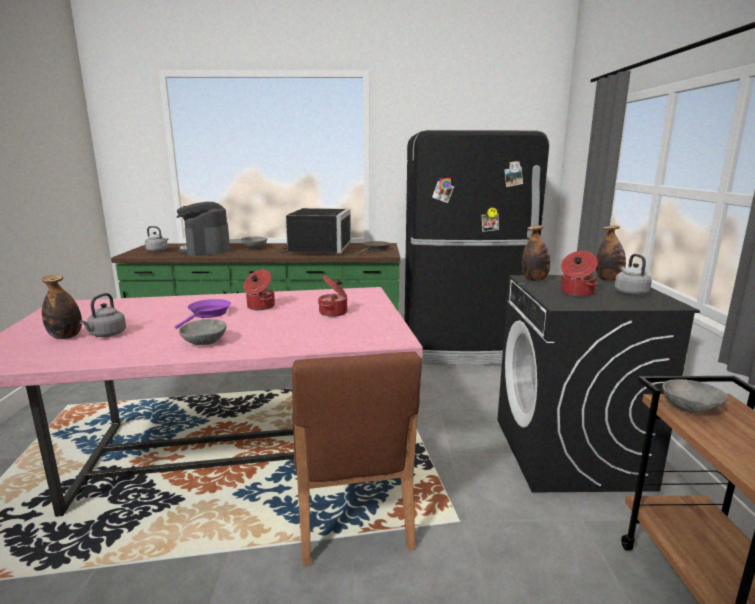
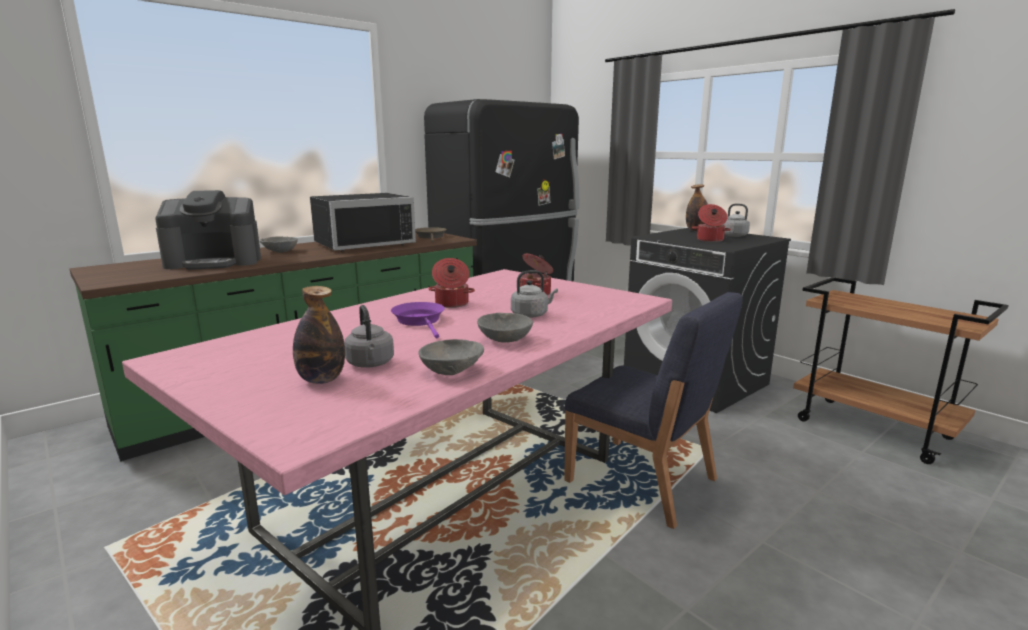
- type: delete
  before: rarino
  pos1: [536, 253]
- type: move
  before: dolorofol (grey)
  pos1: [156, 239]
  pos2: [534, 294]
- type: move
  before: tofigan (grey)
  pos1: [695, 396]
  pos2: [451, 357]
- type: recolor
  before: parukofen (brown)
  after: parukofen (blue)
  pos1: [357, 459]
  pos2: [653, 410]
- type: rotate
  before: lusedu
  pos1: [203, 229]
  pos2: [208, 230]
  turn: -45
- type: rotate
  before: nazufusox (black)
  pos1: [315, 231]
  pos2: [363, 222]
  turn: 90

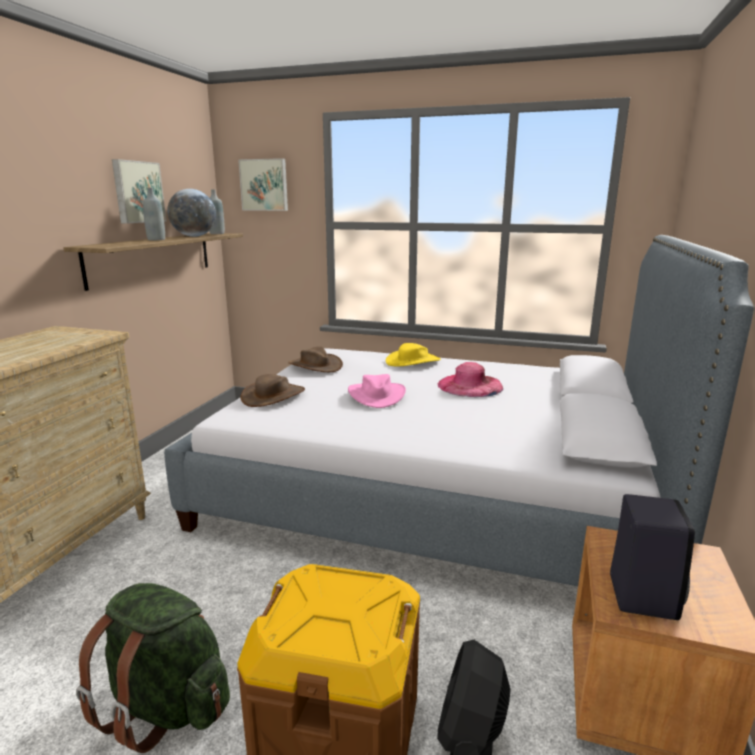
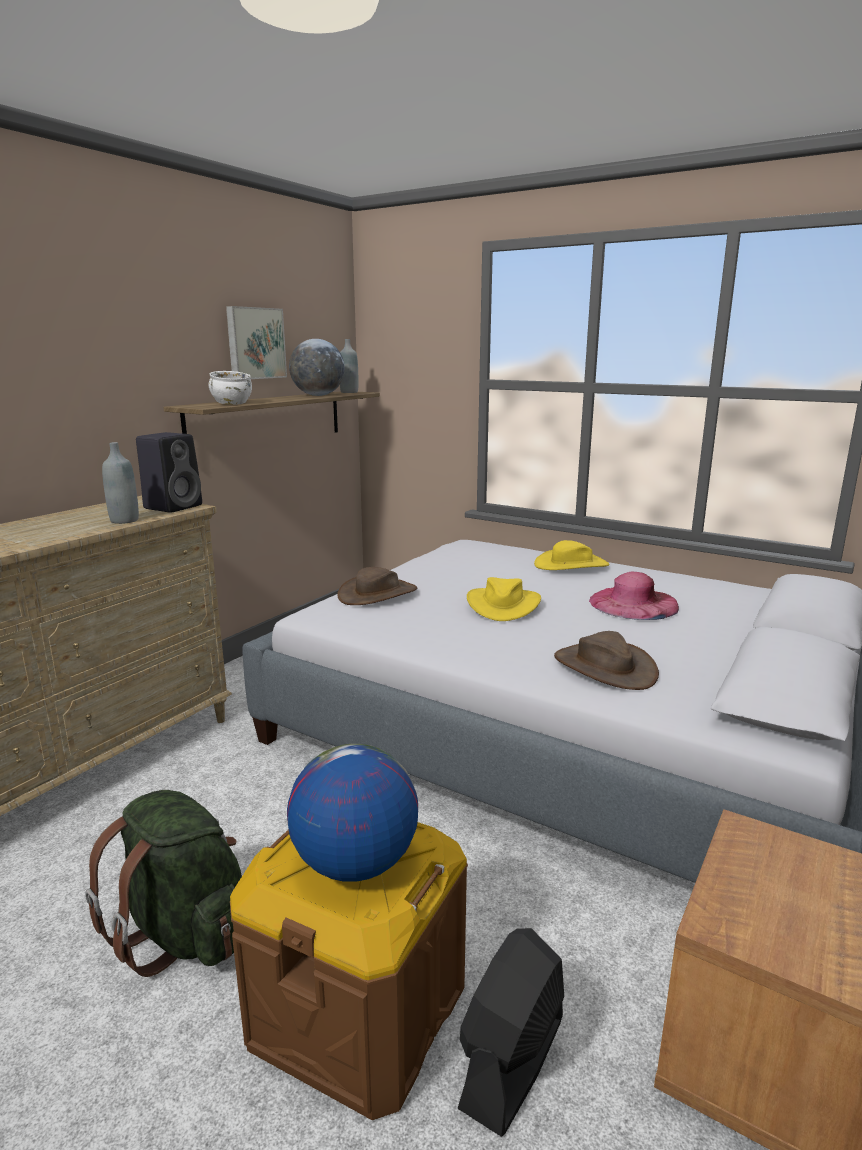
- type: delete
  before: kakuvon
  pos1: [263, 184]
- type: insert
  after: tofigan (white)
  pos2: [230, 388]
- type: insert
  after: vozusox
  pos2: [352, 813]
- type: move
  before: rarino (grey)
  pos1: [154, 214]
  pos2: [120, 483]
- type: move
  before: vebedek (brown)
  pos1: [315, 359]
  pos2: [606, 660]
- type: move
  before: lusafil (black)
  pos1: [652, 557]
  pos2: [169, 472]
- type: recolor
  before: vebedek (pink)
  after: vebedek (yellow)
  pos1: [377, 391]
  pos2: [504, 599]

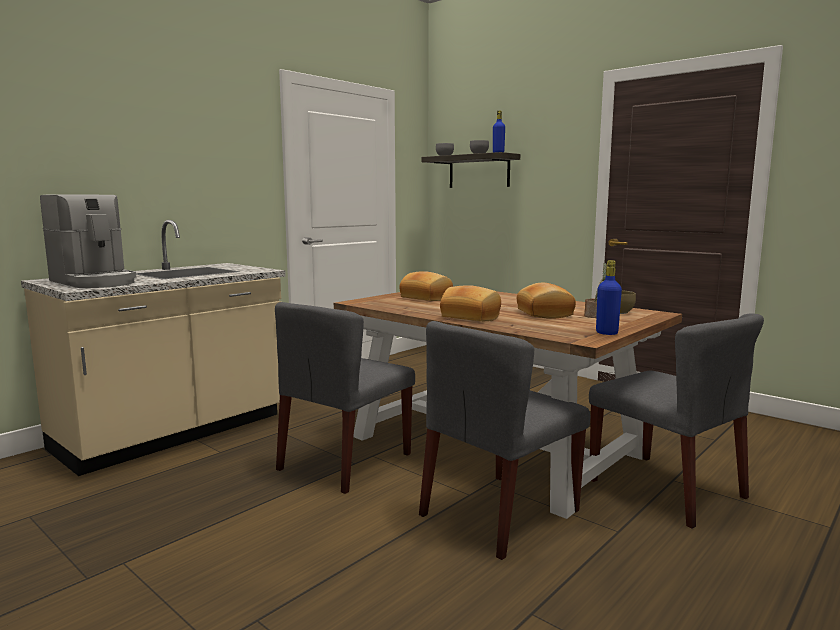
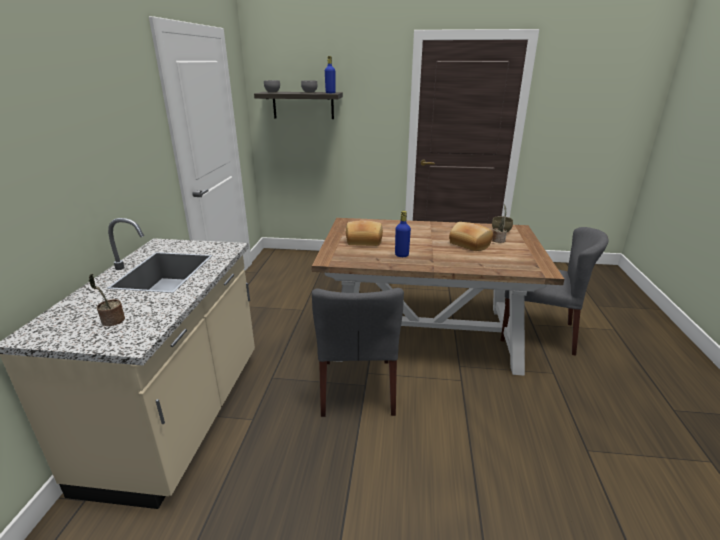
- type: delete
  before: parukofen (grey)
  pos1: [504, 440]
- type: delete
  before: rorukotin
  pos1: [470, 303]
- type: move
  before: rarino (blue)
  pos1: [609, 297]
  pos2: [403, 234]
- type: replace
  before: lusedu
  after: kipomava
  pos1: [88, 241]
  pos2: [107, 299]

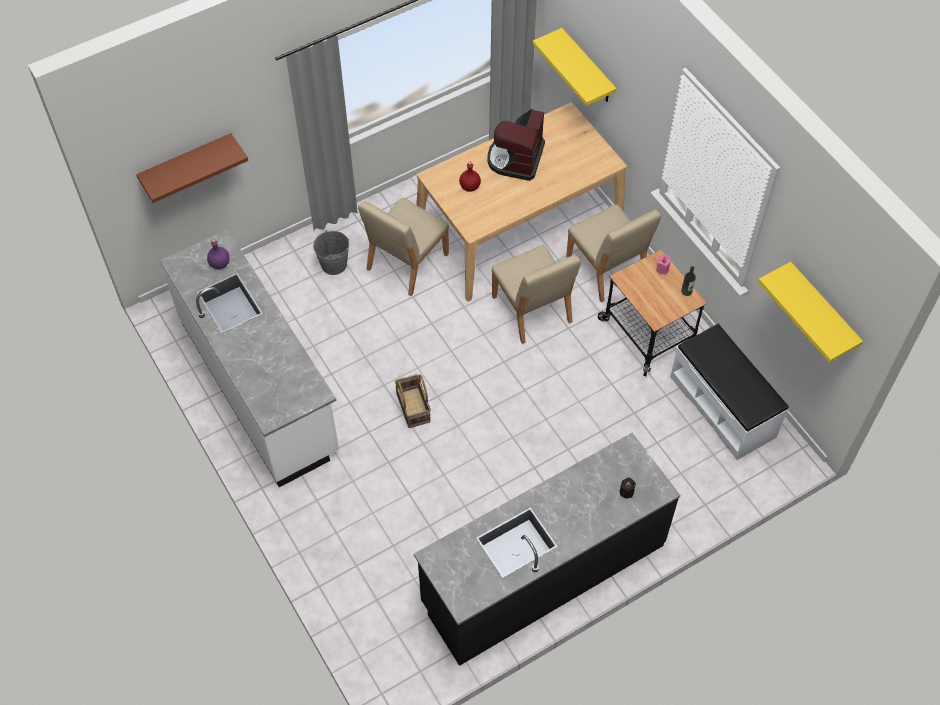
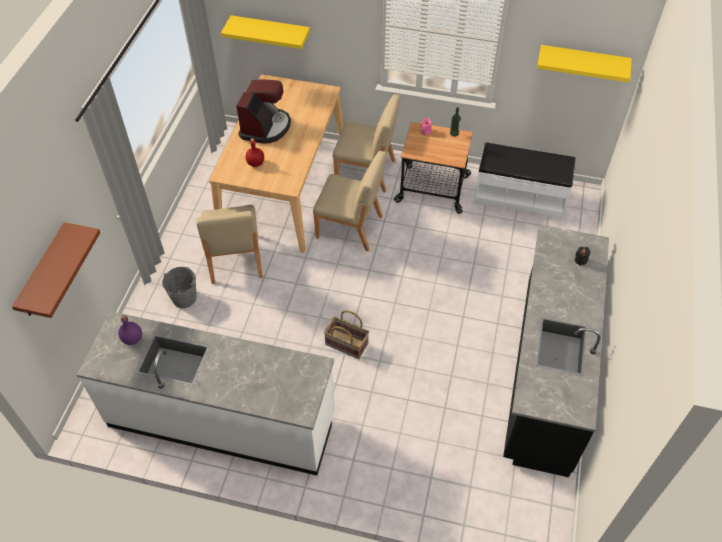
- type: rotate
  before: lusedu
  pos1: [516, 145]
  pos2: [263, 111]
  turn: -135

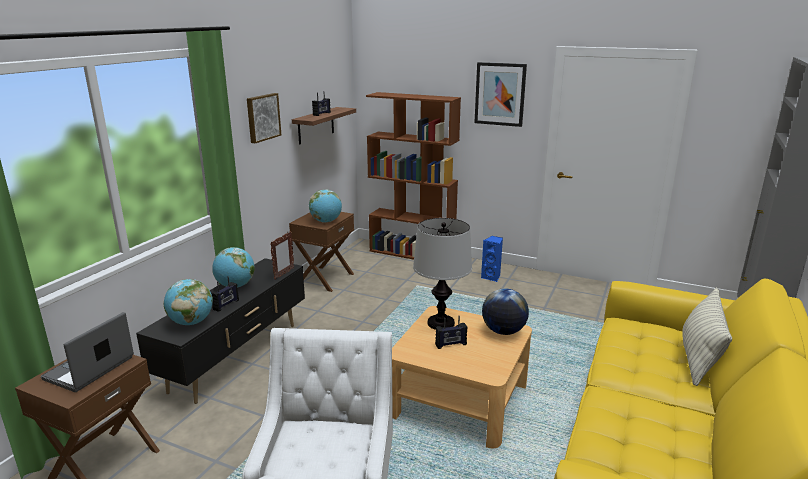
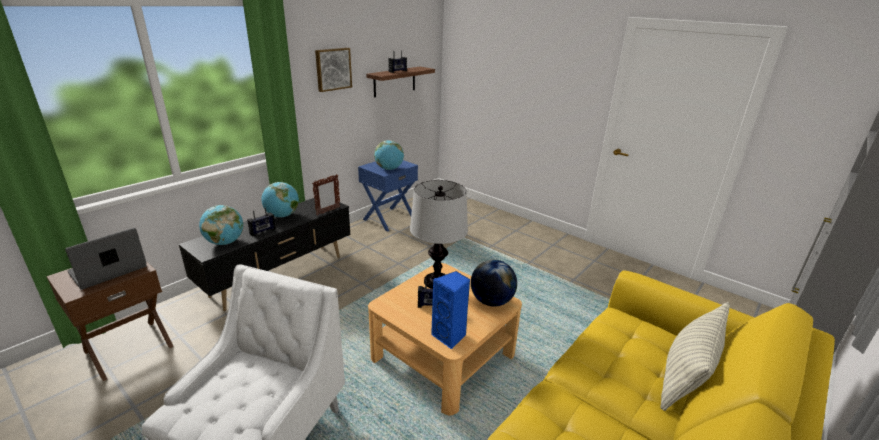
- type: delete
  before: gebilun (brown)
  pos1: [413, 176]
- type: delete
  before: kakuvon
  pos1: [501, 94]
- type: move
  before: lusafil (blue)
  pos1: [492, 259]
  pos2: [450, 310]
- type: recolor
  before: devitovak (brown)
  after: devitovak (blue)
  pos1: [321, 252]
  pos2: [388, 195]

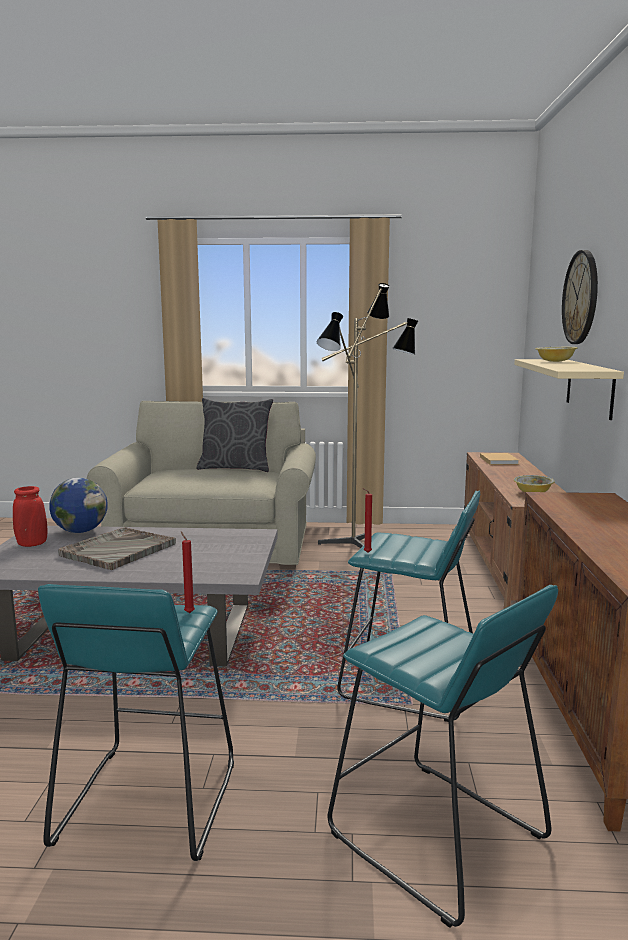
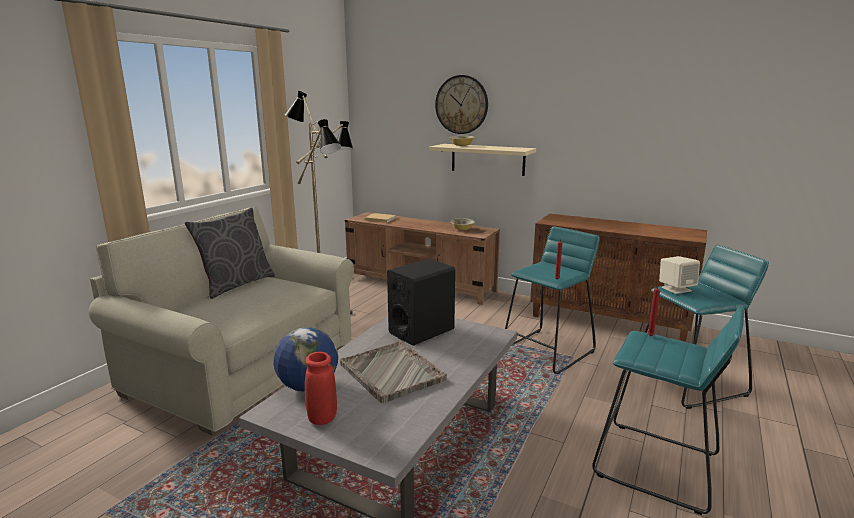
- type: insert
  after: lusafil (black)
  pos2: [421, 302]
- type: insert
  after: lusafil (beige)
  pos2: [679, 275]

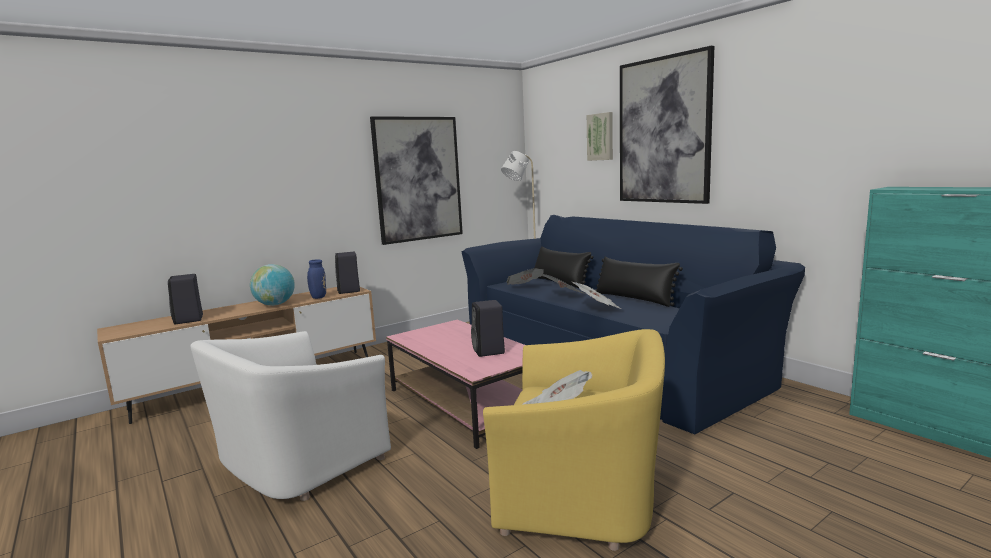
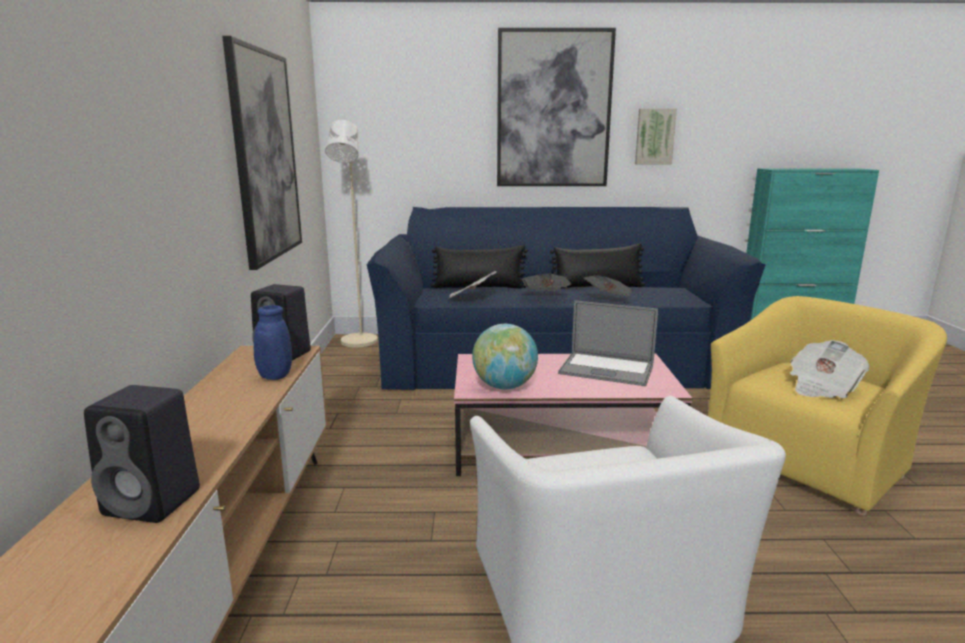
- type: move
  before: vozusox
  pos1: [272, 285]
  pos2: [505, 356]
- type: move
  before: kakuvon
  pos1: [600, 136]
  pos2: [656, 136]
- type: replace
  before: lusafil (black)
  after: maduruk
  pos1: [488, 328]
  pos2: [608, 343]

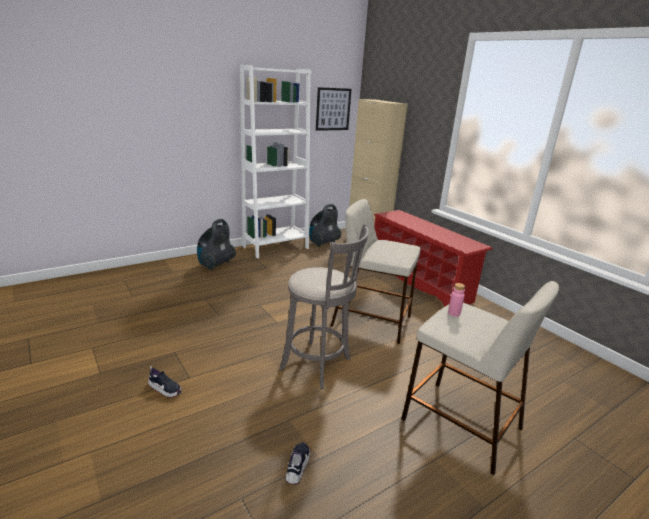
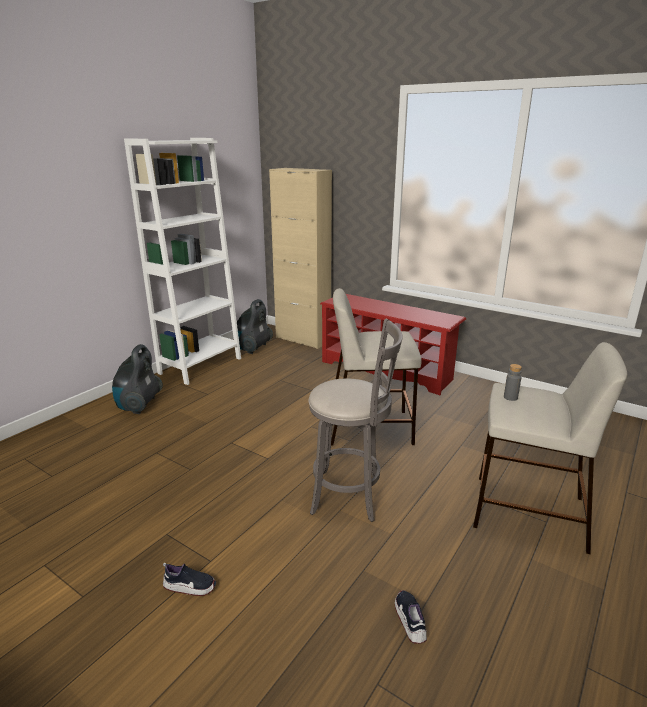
- type: delete
  before: kakuvon
  pos1: [333, 109]
- type: recolor
  before: rarino (pink)
  after: rarino (grey)
  pos1: [456, 299]
  pos2: [513, 382]

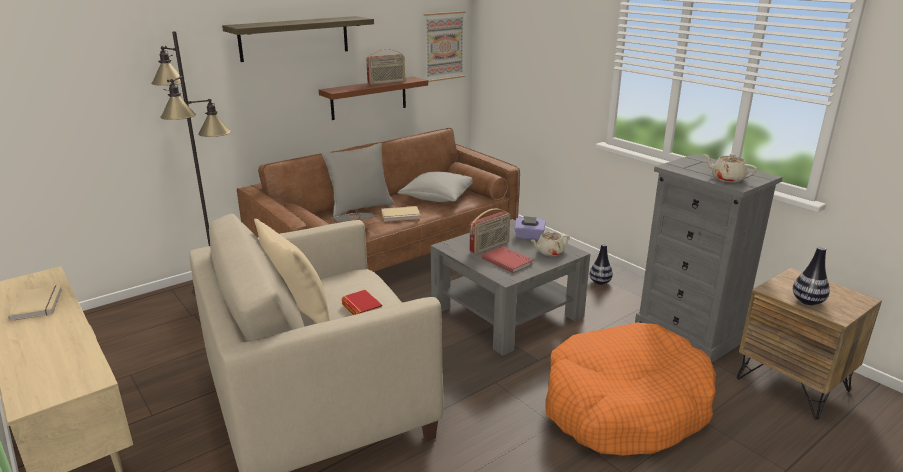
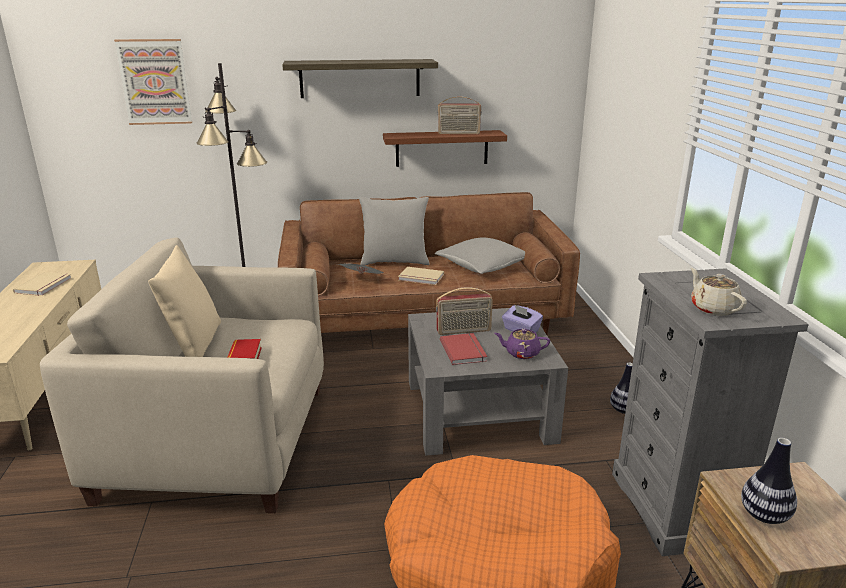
- type: move
  before: kakuvon
  pos1: [444, 46]
  pos2: [153, 82]
- type: recolor
  before: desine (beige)
  after: desine (purple)
  pos1: [550, 243]
  pos2: [522, 343]

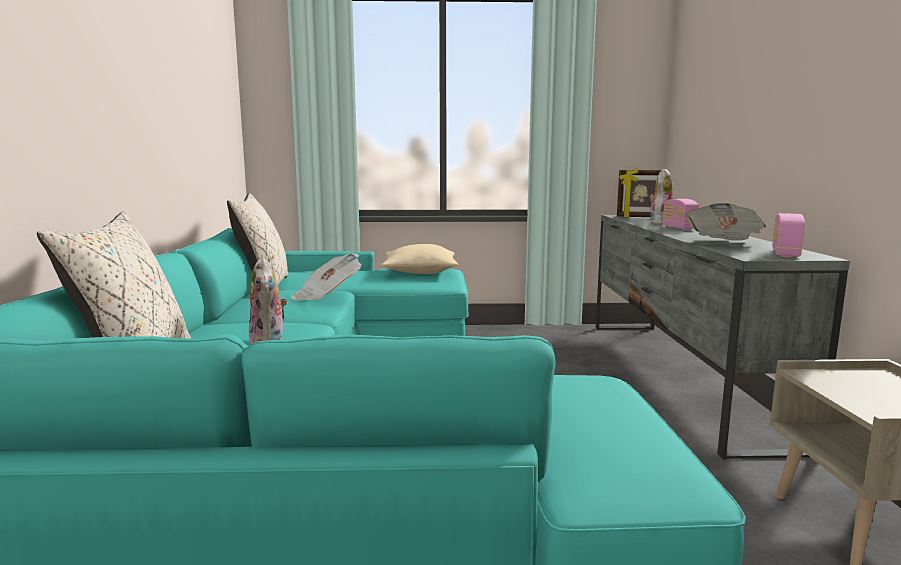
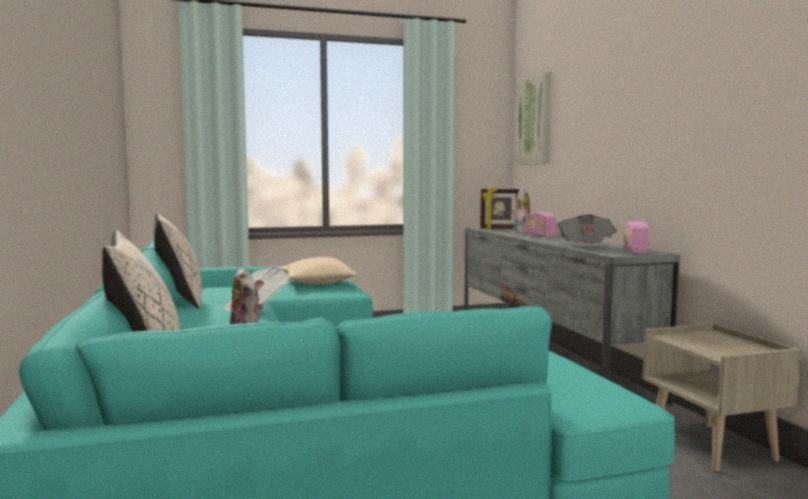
- type: insert
  after: kakuvon
  pos2: [533, 118]

